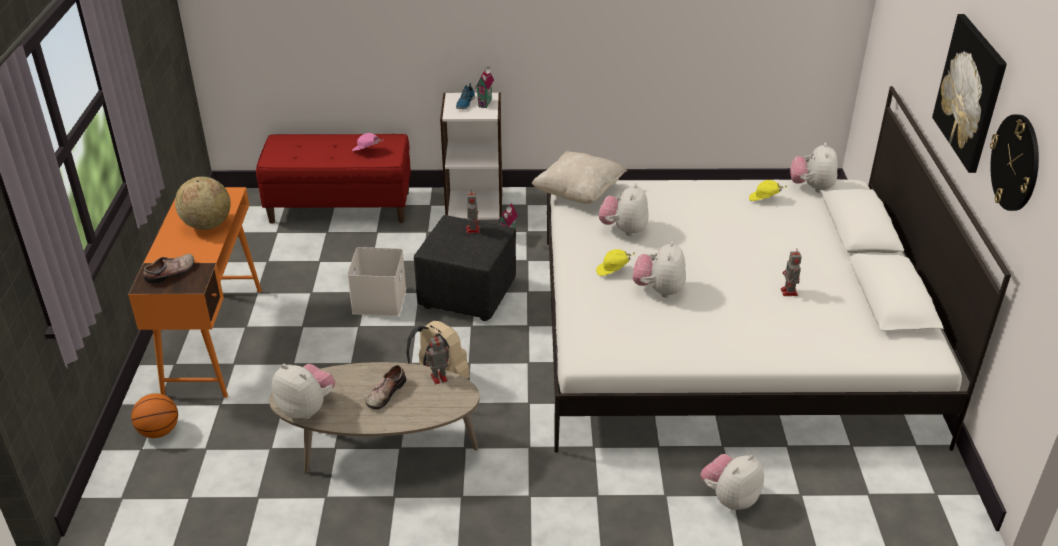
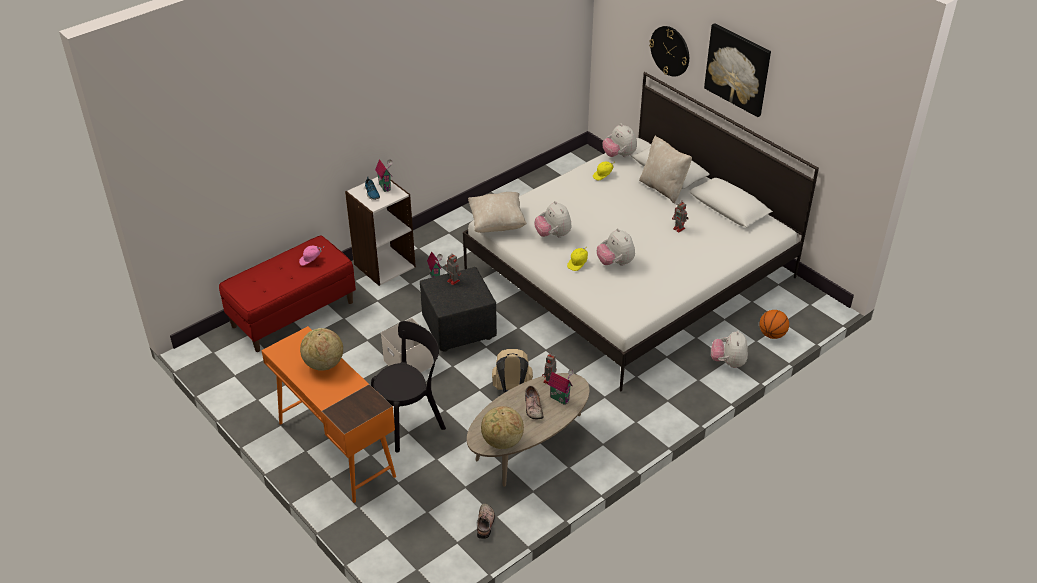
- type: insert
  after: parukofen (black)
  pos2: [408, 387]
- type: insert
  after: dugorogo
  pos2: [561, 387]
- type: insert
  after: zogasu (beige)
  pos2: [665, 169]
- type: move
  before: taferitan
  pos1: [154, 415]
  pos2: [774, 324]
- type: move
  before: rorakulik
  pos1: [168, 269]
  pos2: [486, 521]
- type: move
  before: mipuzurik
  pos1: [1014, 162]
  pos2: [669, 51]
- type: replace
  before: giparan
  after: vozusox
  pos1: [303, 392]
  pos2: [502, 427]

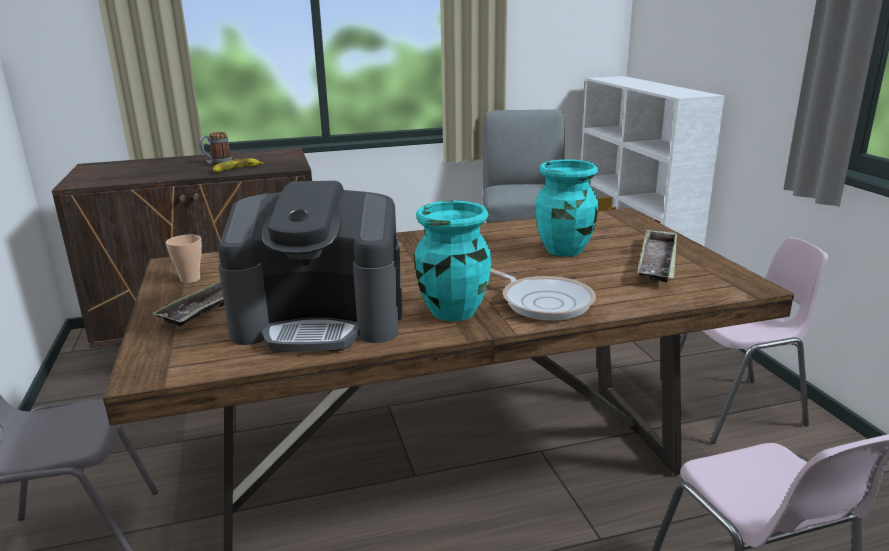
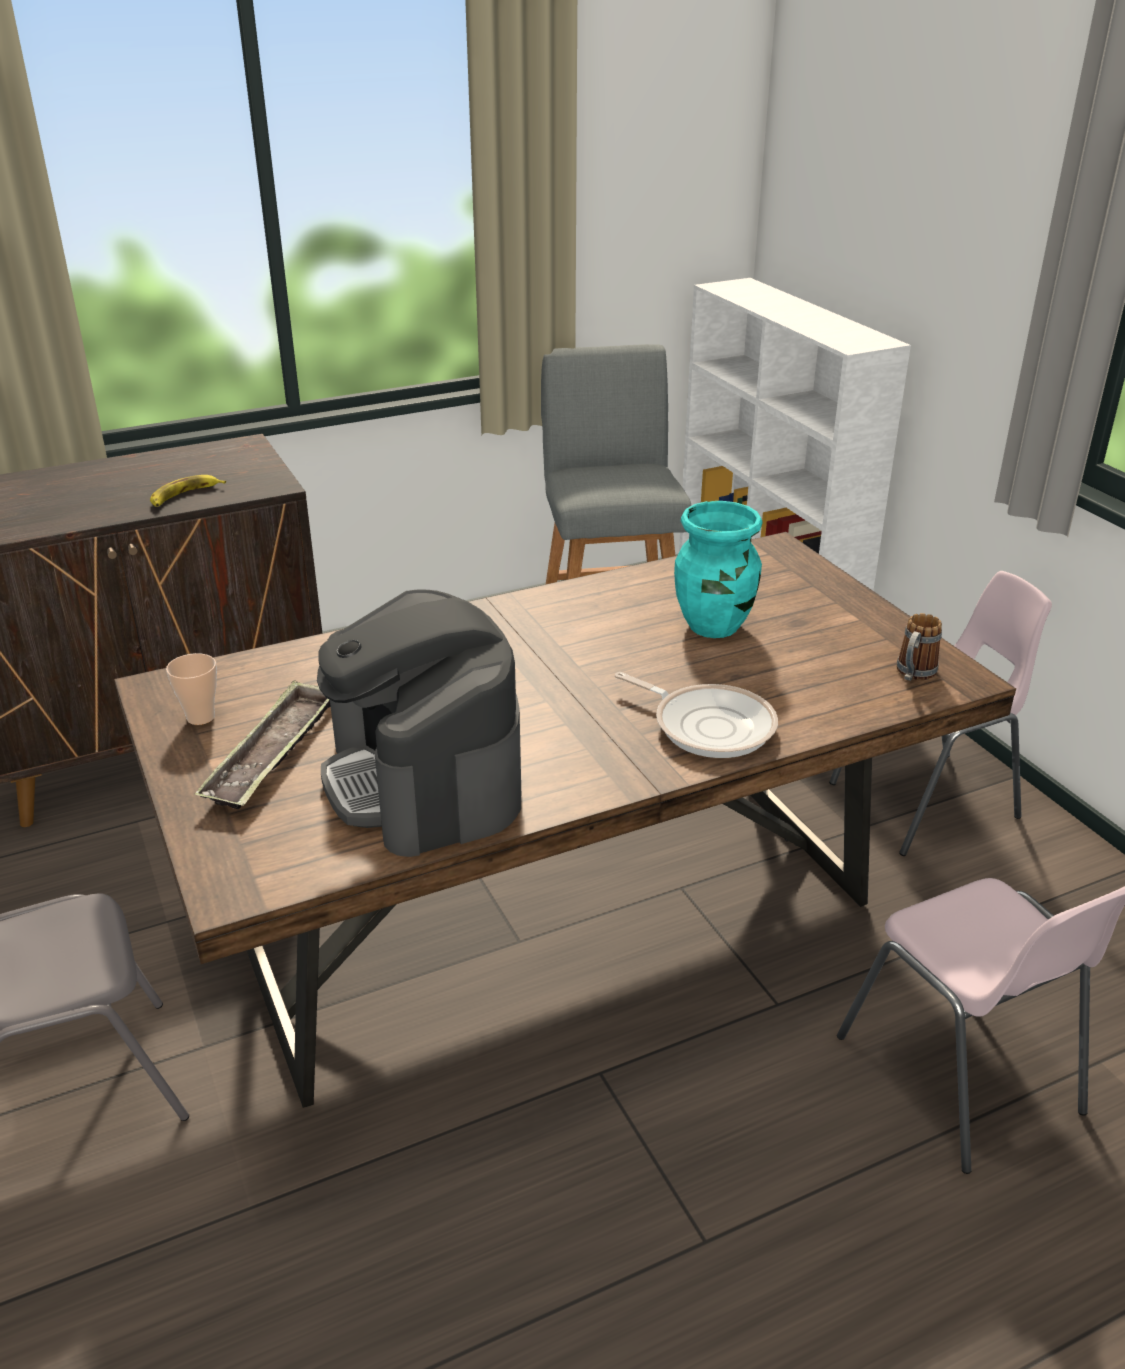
- type: delete
  before: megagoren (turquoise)
  pos1: [453, 261]
- type: delete
  before: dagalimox
  pos1: [657, 256]
- type: move
  before: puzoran
  pos1: [215, 148]
  pos2: [919, 647]
- type: rotate
  before: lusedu
  pos1: [310, 266]
  pos2: [419, 723]
  turn: 75

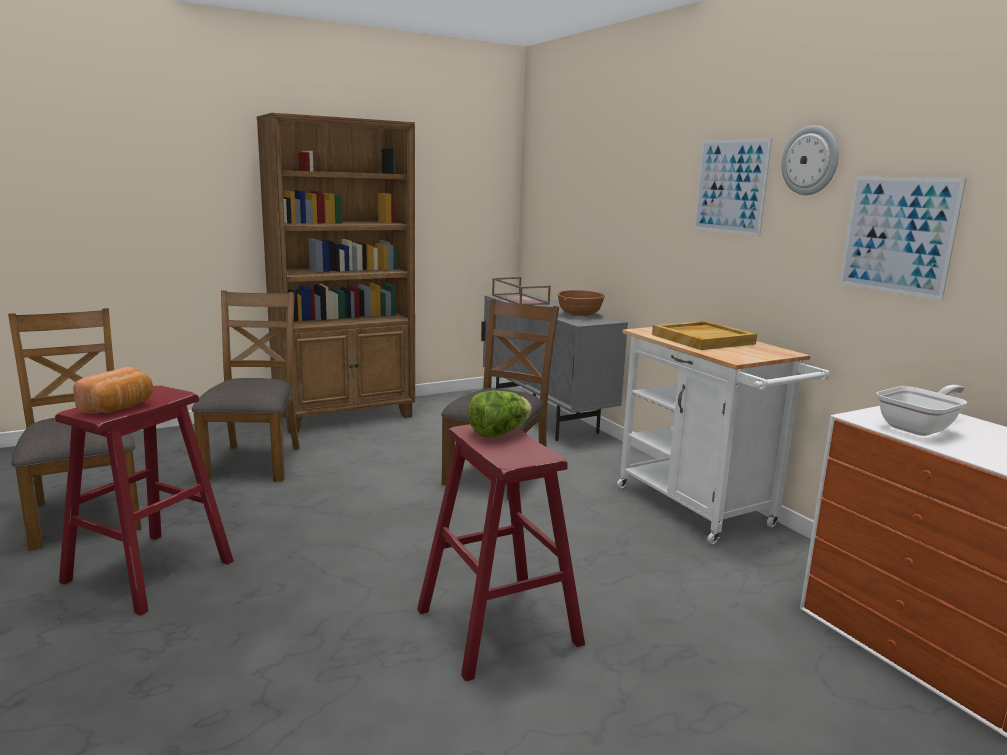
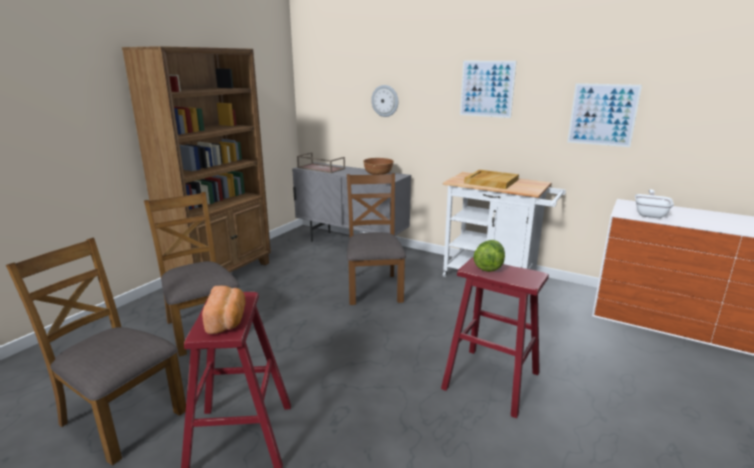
- type: move
  before: mipuzurik
  pos1: [810, 160]
  pos2: [385, 101]

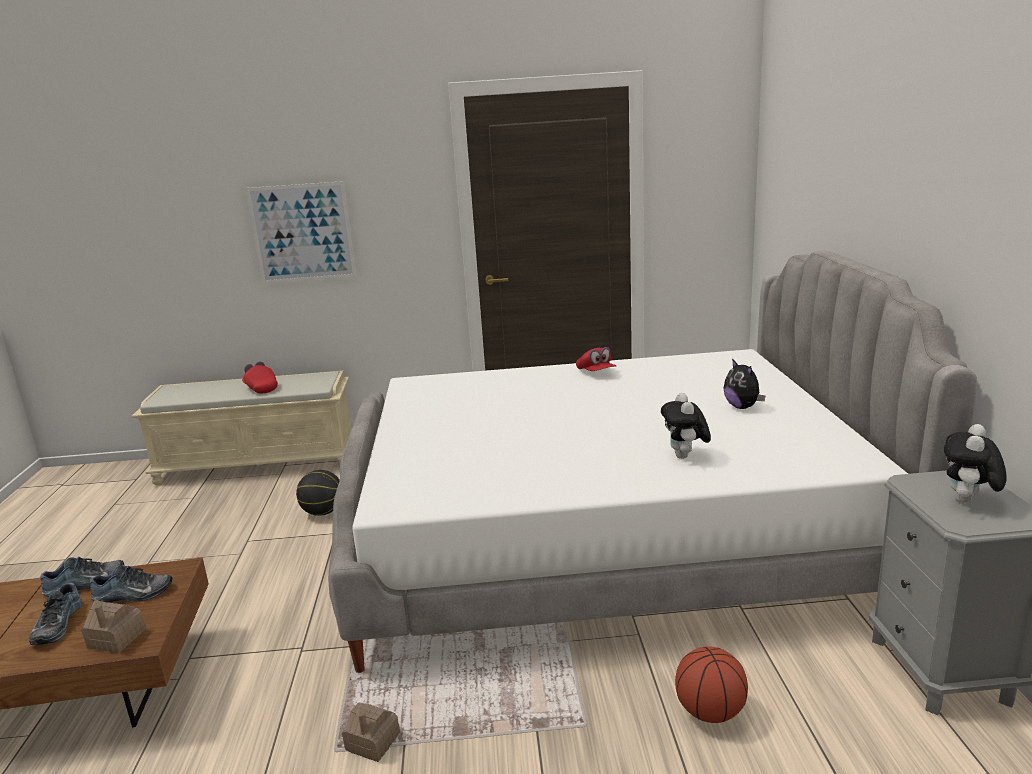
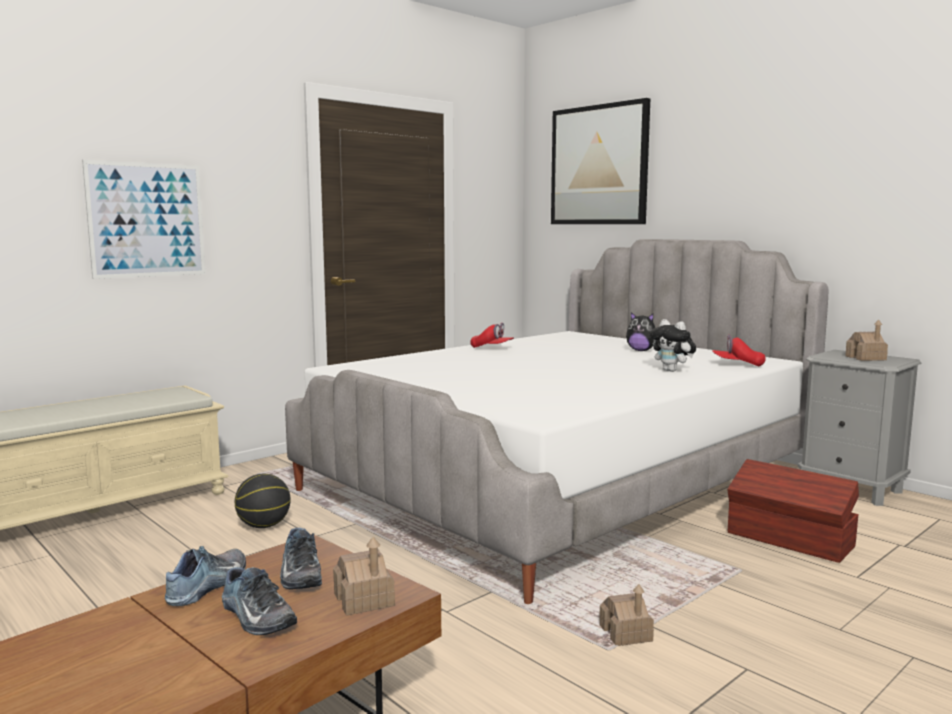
- type: insert
  after: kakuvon
  pos2: [600, 161]
- type: move
  before: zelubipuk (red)
  pos1: [260, 377]
  pos2: [739, 350]
- type: replace
  before: taferitan
  after: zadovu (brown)
  pos1: [711, 684]
  pos2: [793, 511]
- type: replace
  before: giparan
  after: dugorogo
  pos1: [975, 463]
  pos2: [866, 340]
- type: rotate
  before: rorakulik
  pos1: [131, 584]
  pos2: [301, 558]
  turn: 120

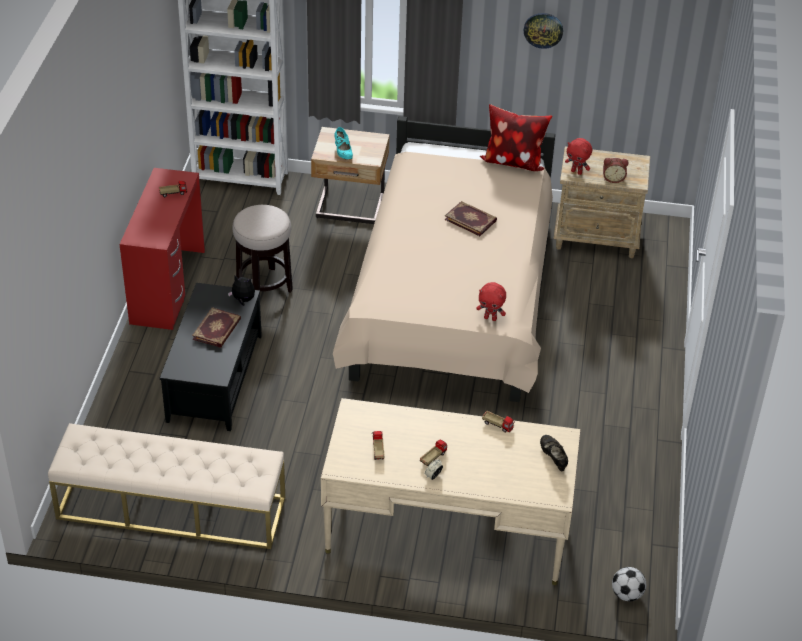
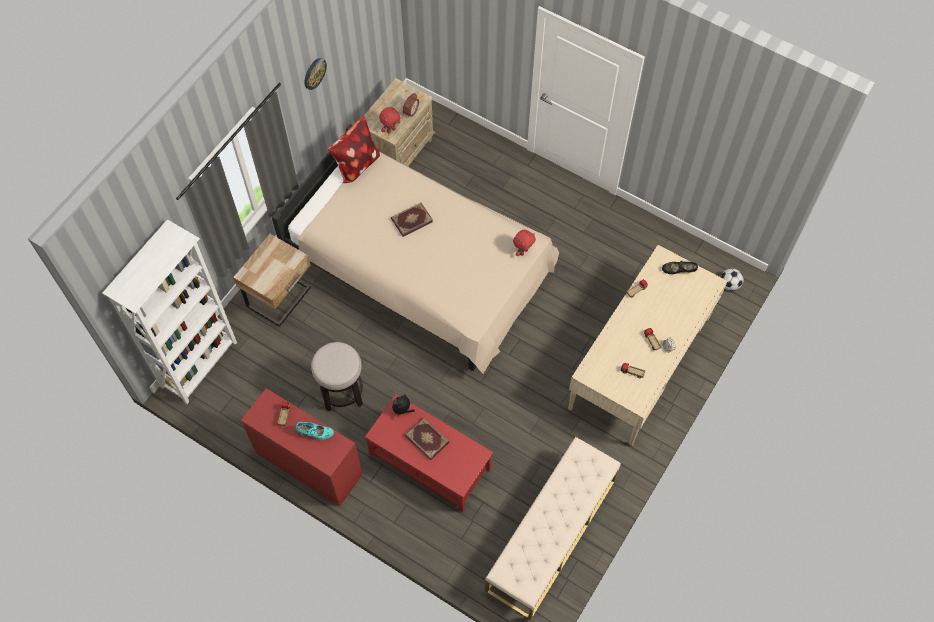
- type: move
  before: rorakulik (turquoise)
  pos1: [343, 143]
  pos2: [315, 431]
- type: recolor
  before: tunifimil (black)
  after: tunifimil (red)
  pos1: [211, 357]
  pos2: [429, 453]

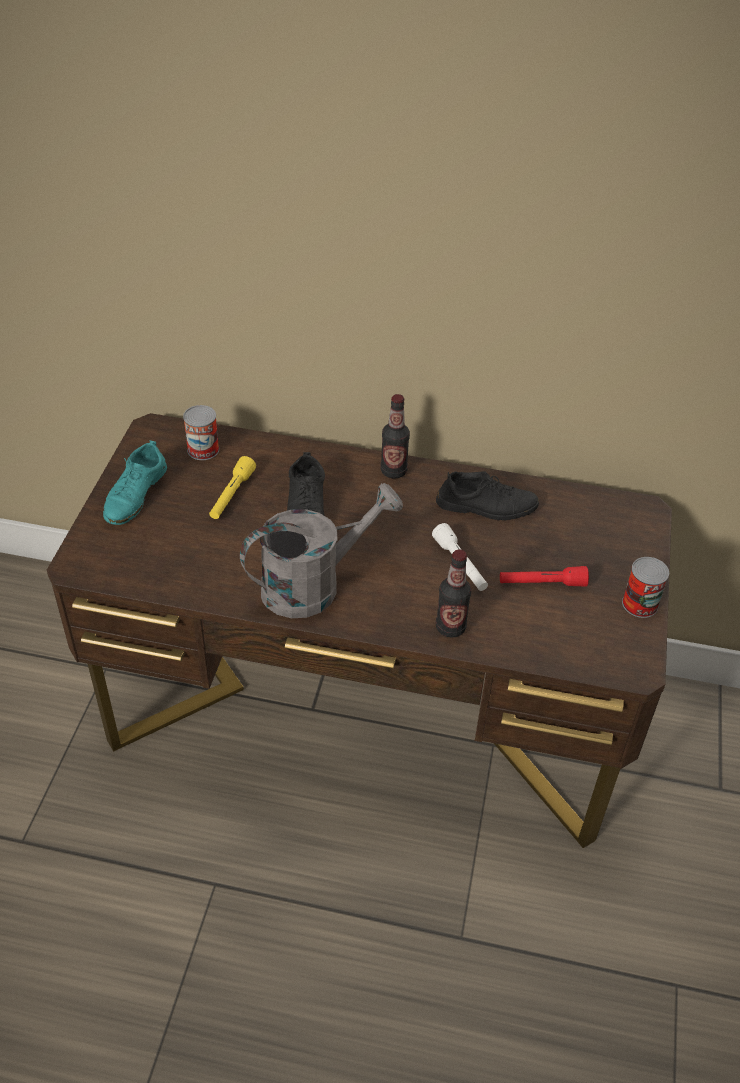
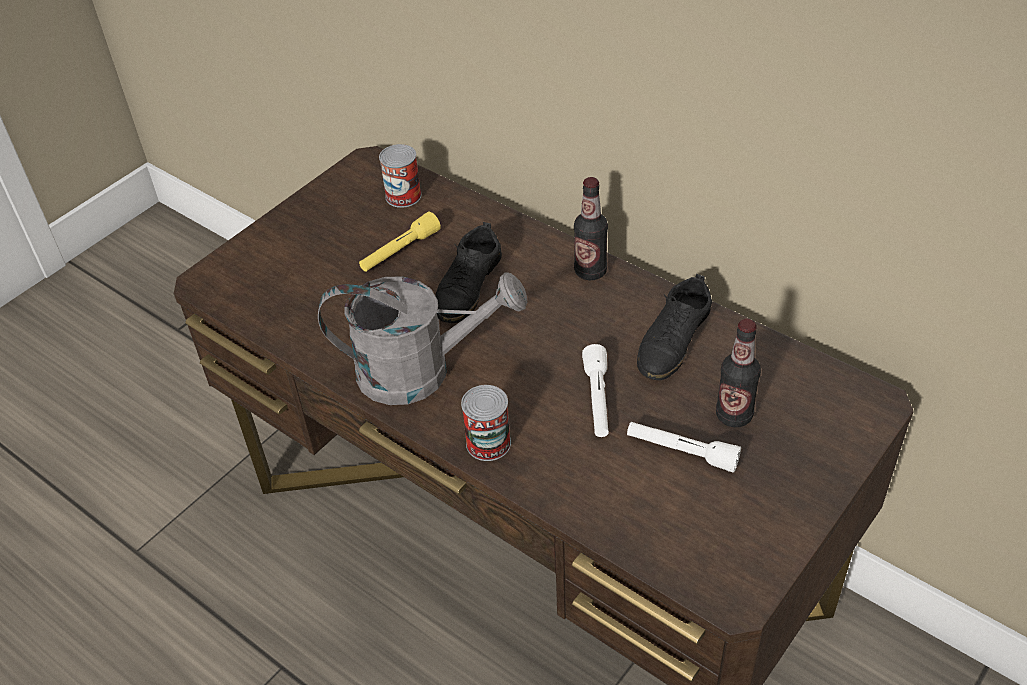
- type: delete
  before: rorakulik (turquoise)
  pos1: [135, 482]
- type: move
  before: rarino
  pos1: [453, 593]
  pos2: [738, 373]
- type: move
  before: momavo
  pos1: [645, 587]
  pos2: [486, 423]
- type: recolor
  before: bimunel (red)
  after: bimunel (white)
  pos1: [544, 576]
  pos2: [684, 447]
- type: rotate
  before: rorakulik (black)
  pos1: [487, 496]
  pos2: [674, 327]
  turn: 90

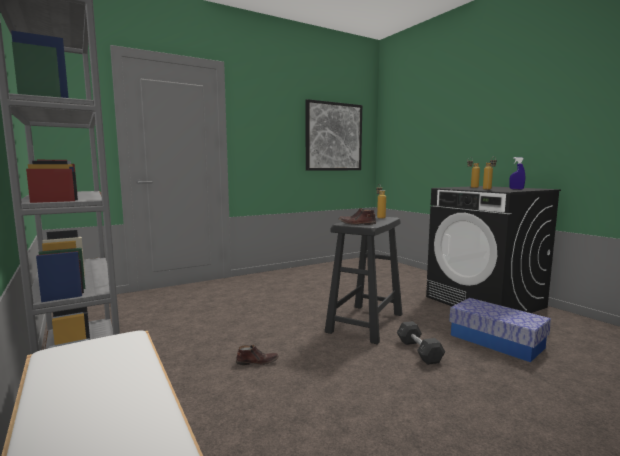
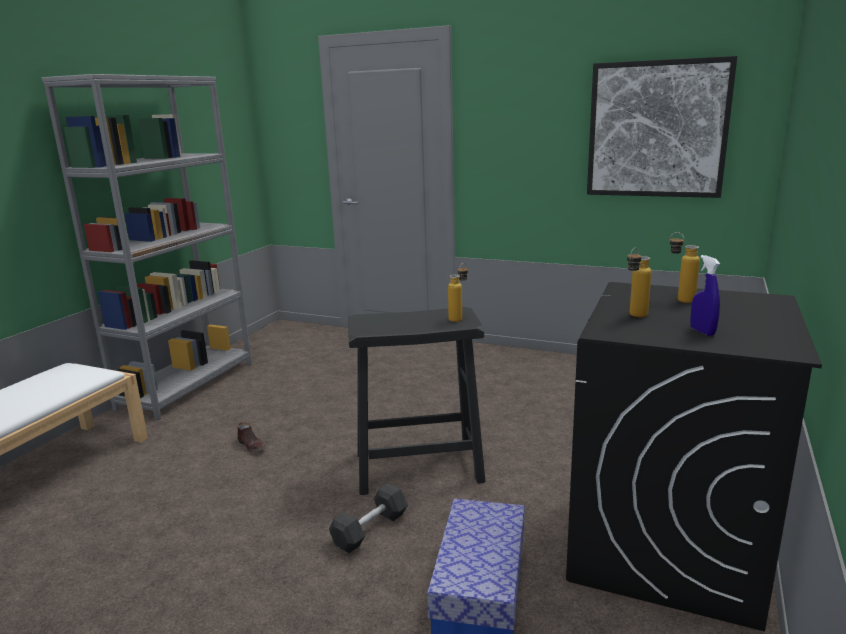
- type: delete
  before: rorakulik (brown)
  pos1: [357, 216]

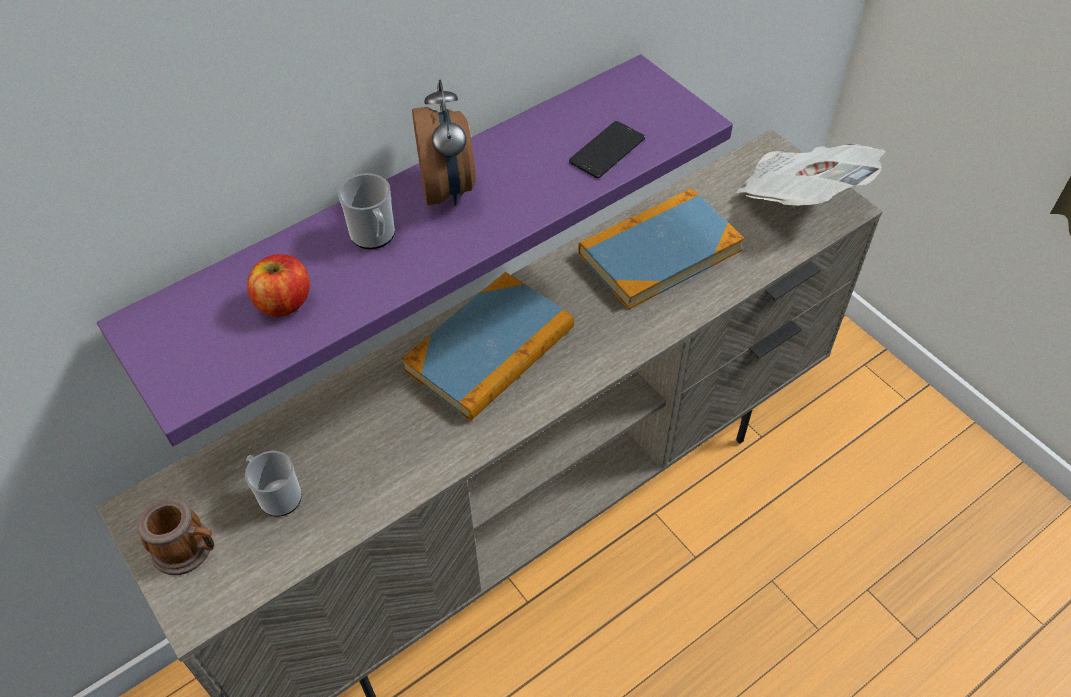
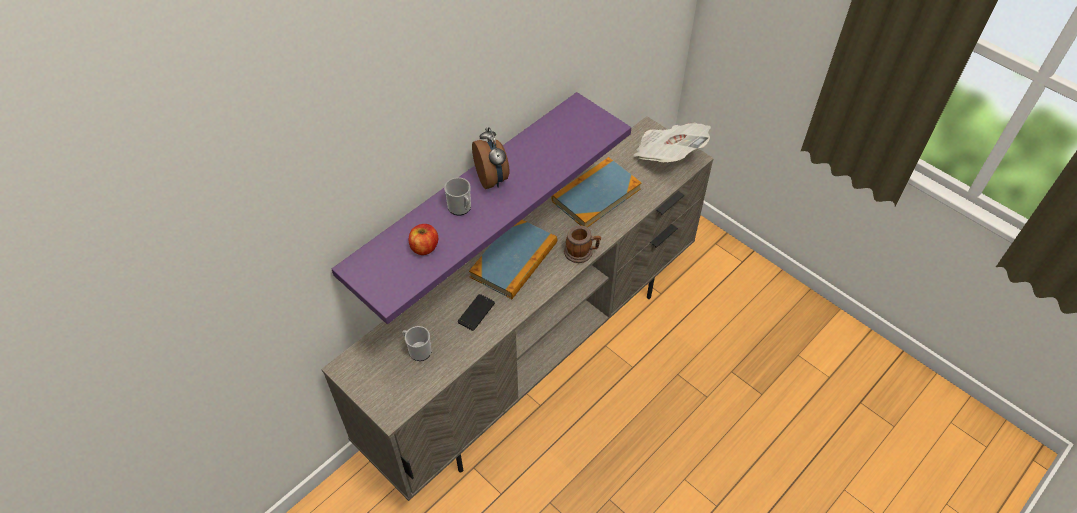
- type: move
  before: puzoran
  pos1: [176, 536]
  pos2: [582, 244]
- type: move
  before: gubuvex
  pos1: [607, 149]
  pos2: [476, 312]

